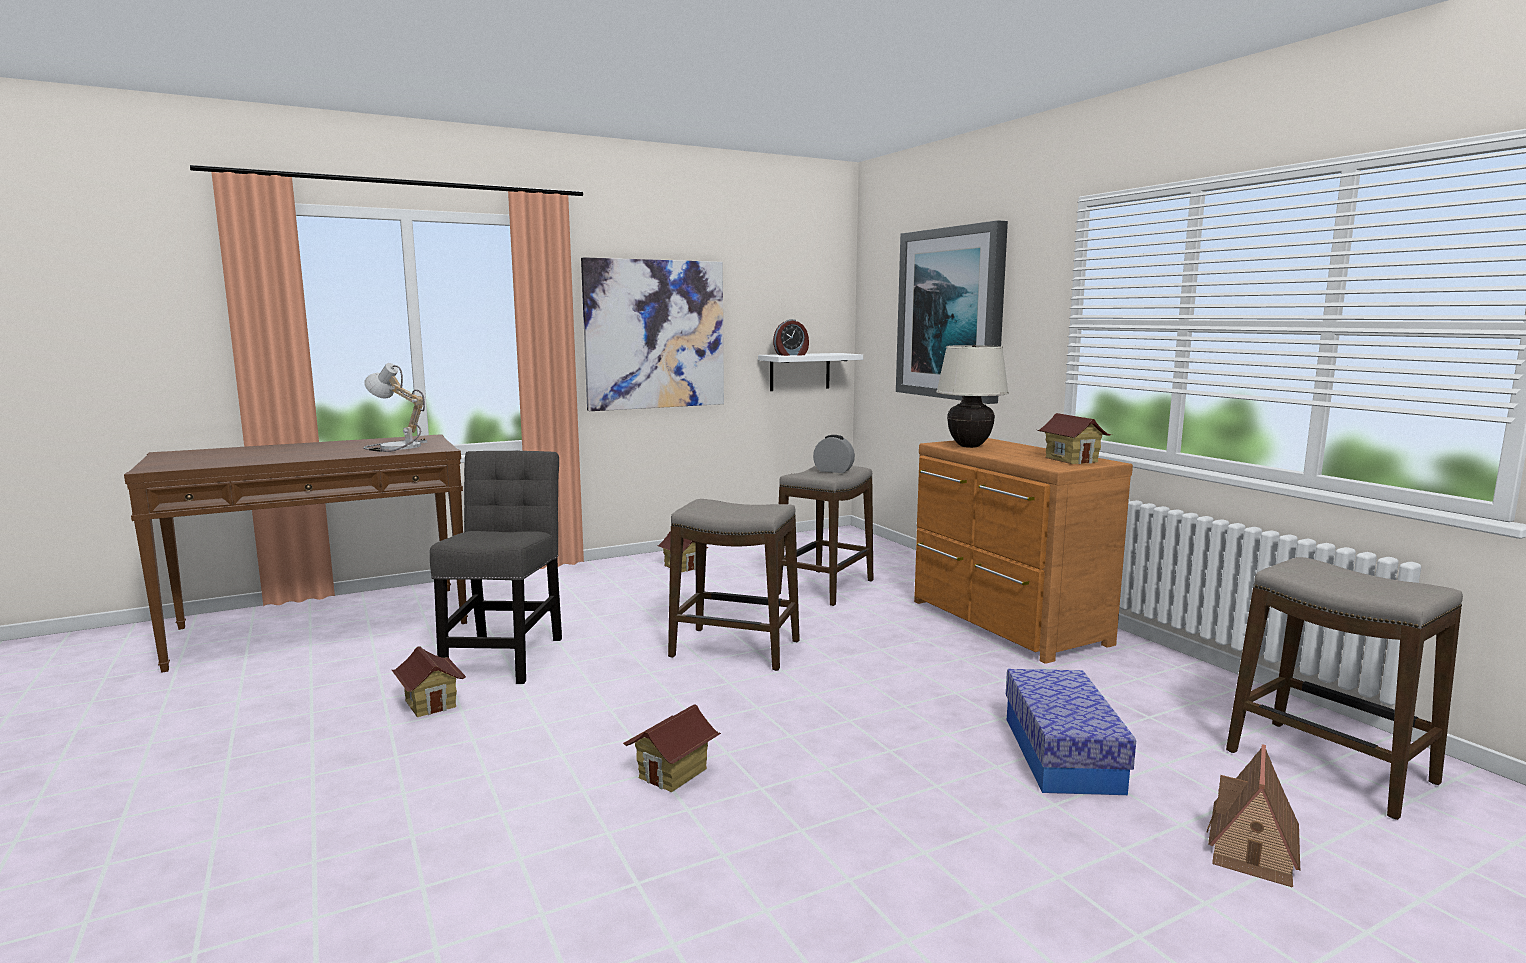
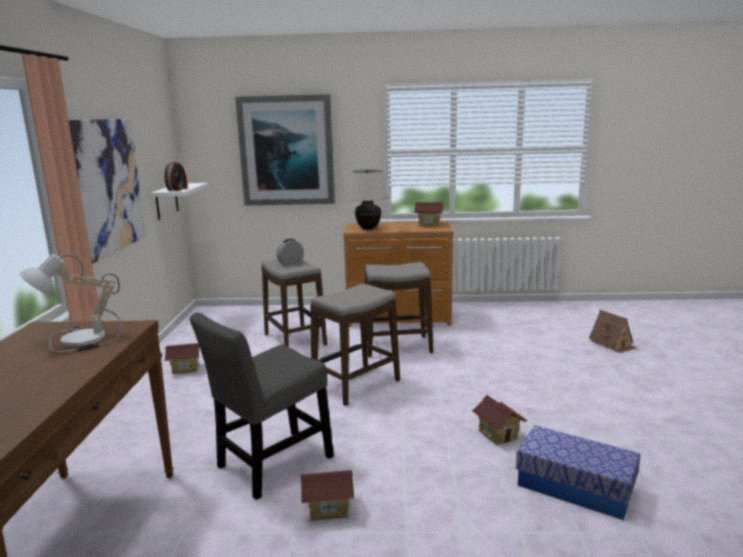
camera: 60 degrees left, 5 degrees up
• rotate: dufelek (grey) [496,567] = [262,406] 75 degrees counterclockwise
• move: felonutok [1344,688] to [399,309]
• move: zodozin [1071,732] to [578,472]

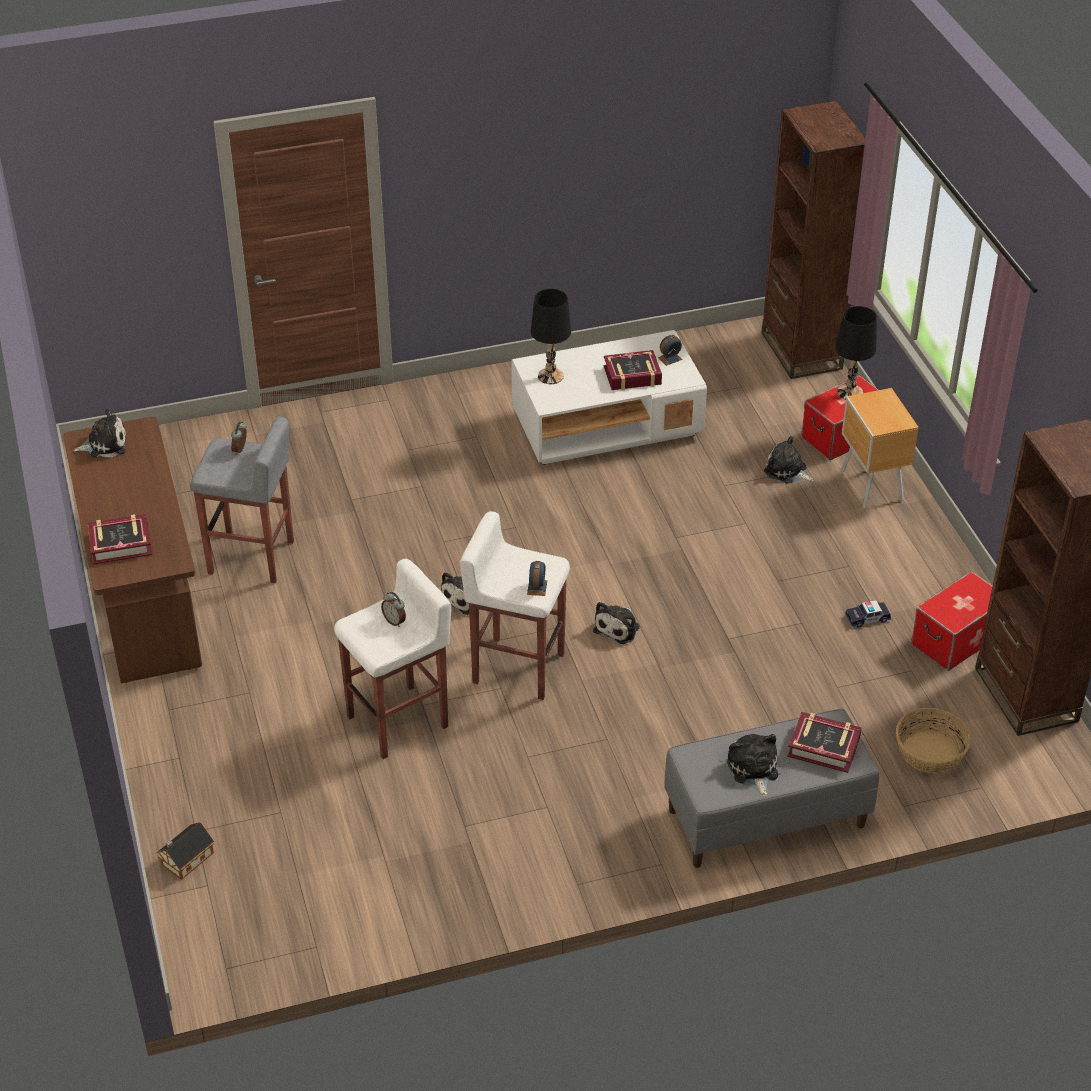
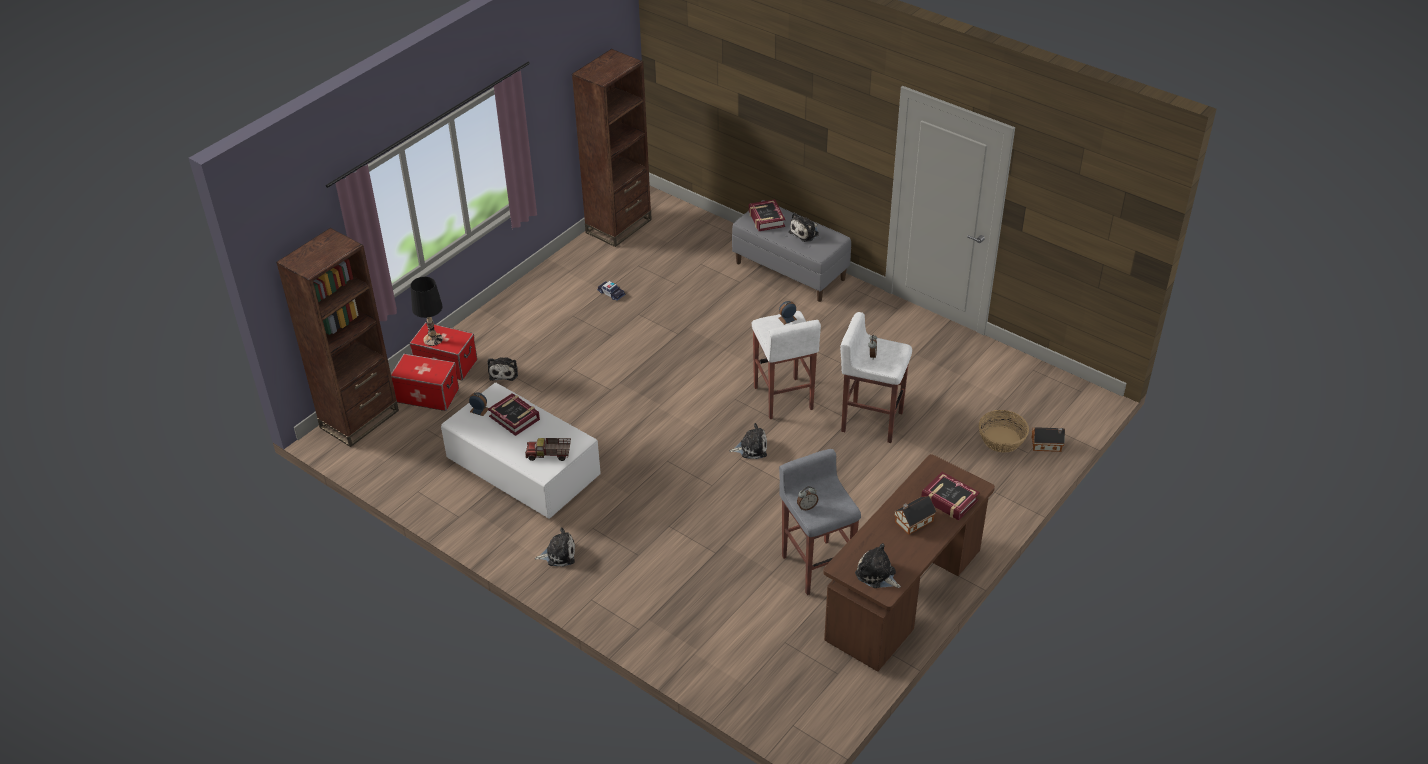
camera: 125 degrees left, 0 degrees up
• move: zodozin [952,621] to [425,382]
• replace: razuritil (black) [551,336] to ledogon [548,449]
• move: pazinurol [616,623] to [555,547]
• insert: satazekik [915,515]
• move: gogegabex [933,740] to [1004,431]
• delete: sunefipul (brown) [879,448]

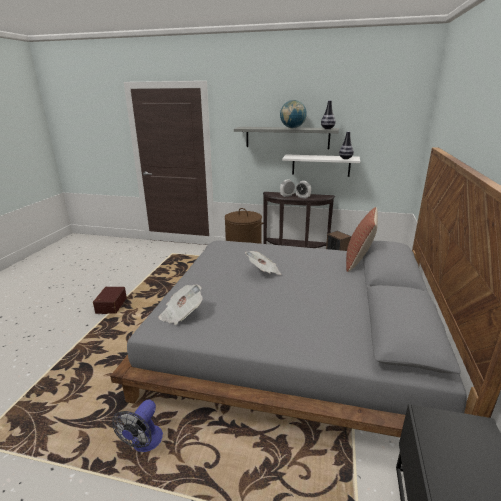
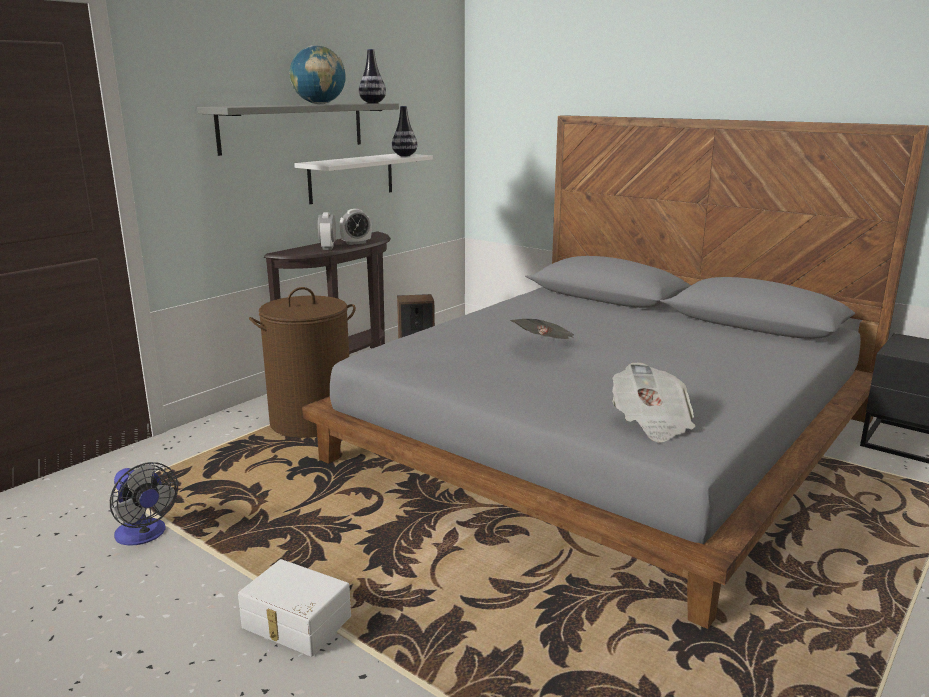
camera: 65 degrees left, 5 degrees down
• move: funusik [137,425] to [144,503]
• recolor: zodozin (brown) [110,300] to zodozin (white) [294,608]
• delete: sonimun [362,239]

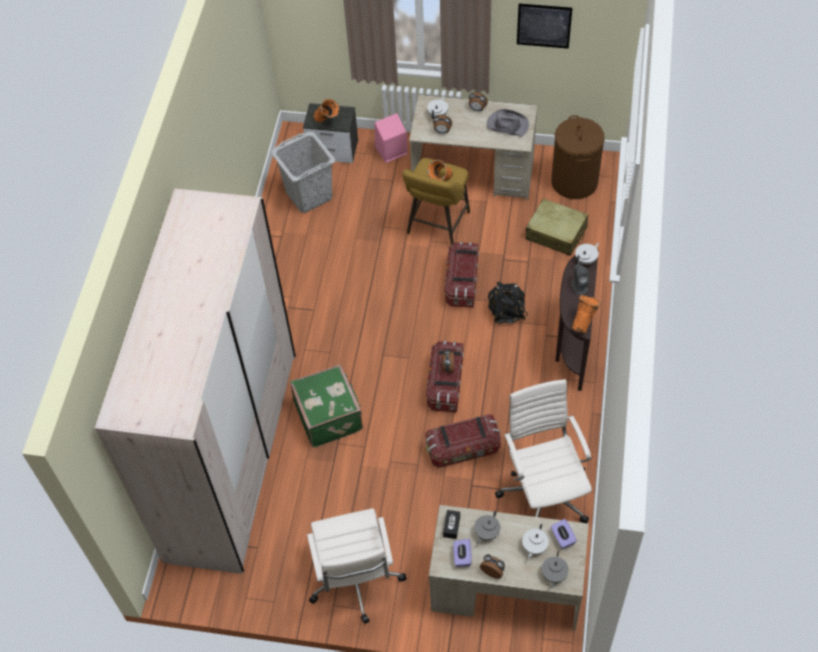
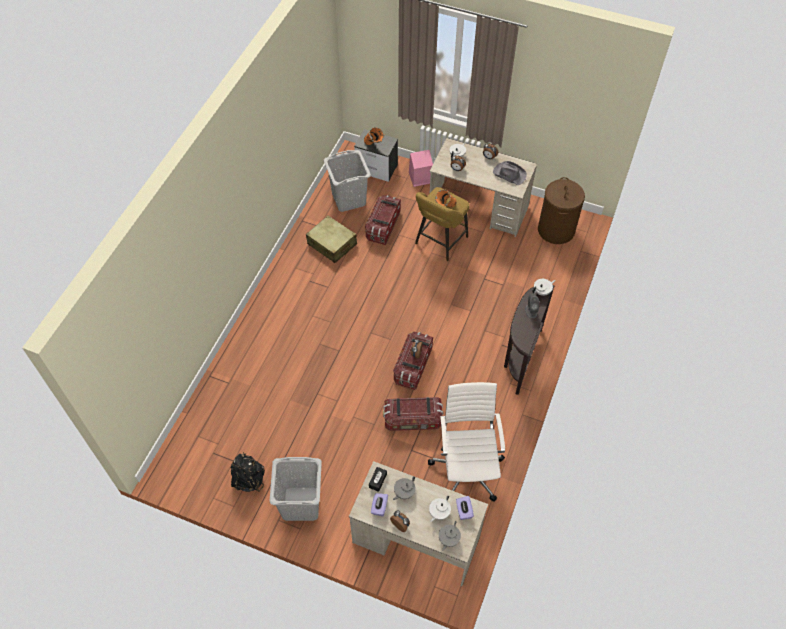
camera: 10 degrees right, 0 degrees up
• move: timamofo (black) [508,302] to [247,472]
• replace: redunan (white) [357,566] to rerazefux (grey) [296,489]
• move: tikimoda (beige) [557,227] to [331,239]
• move: zodozin [461,275] to [383,220]
• delete: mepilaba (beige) [195,381]
• delete: tikimoda (green) [326,406]
• delete: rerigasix [544,26]
• delete: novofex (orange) [586,314]

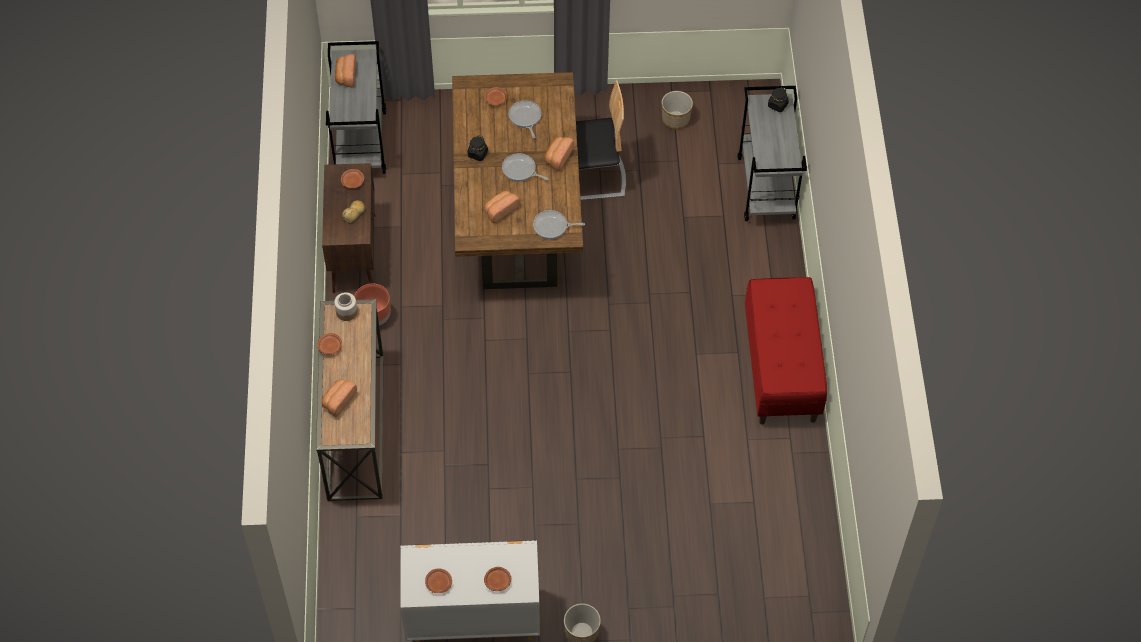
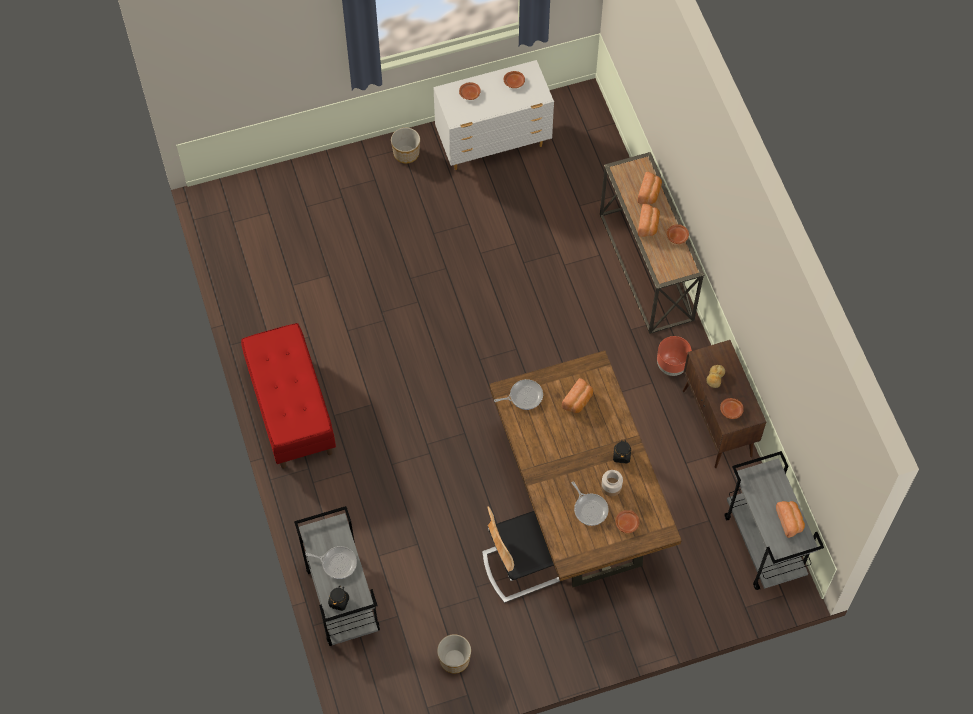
camera: 165 degrees right, 5 degrees up
• move: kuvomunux [525,167] to [331,562]
• move: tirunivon [346,306] to [612,483]
• move: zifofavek [559,154] to [649,220]

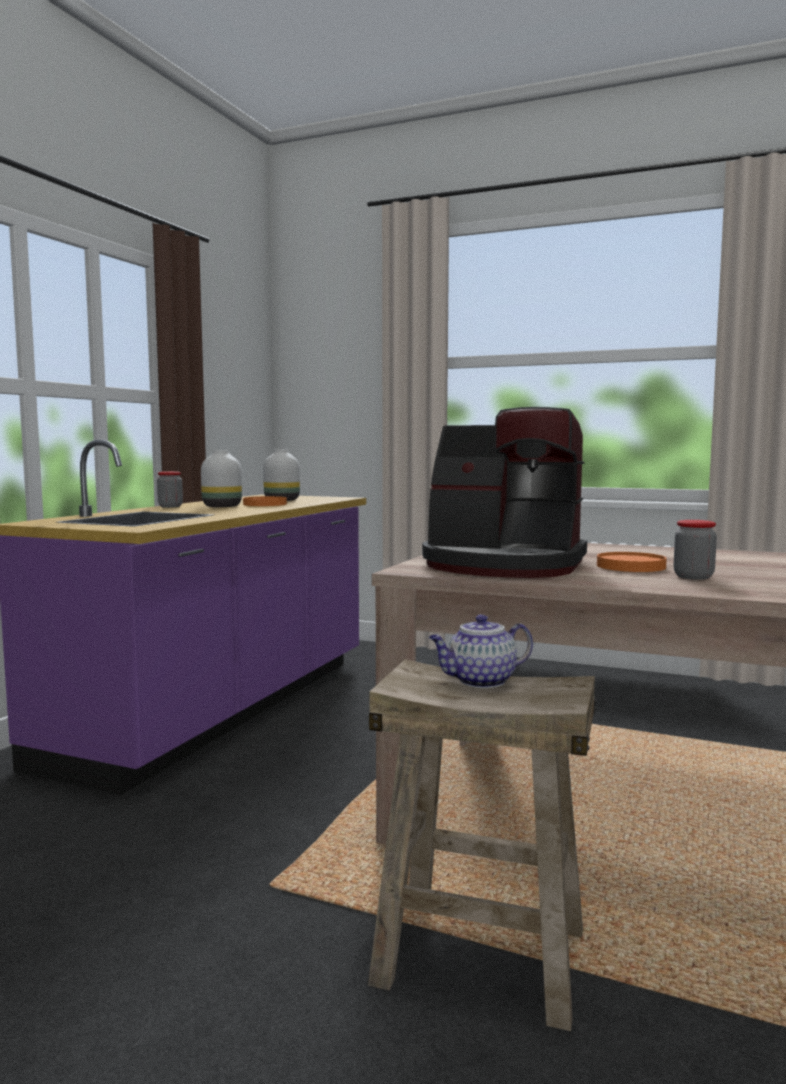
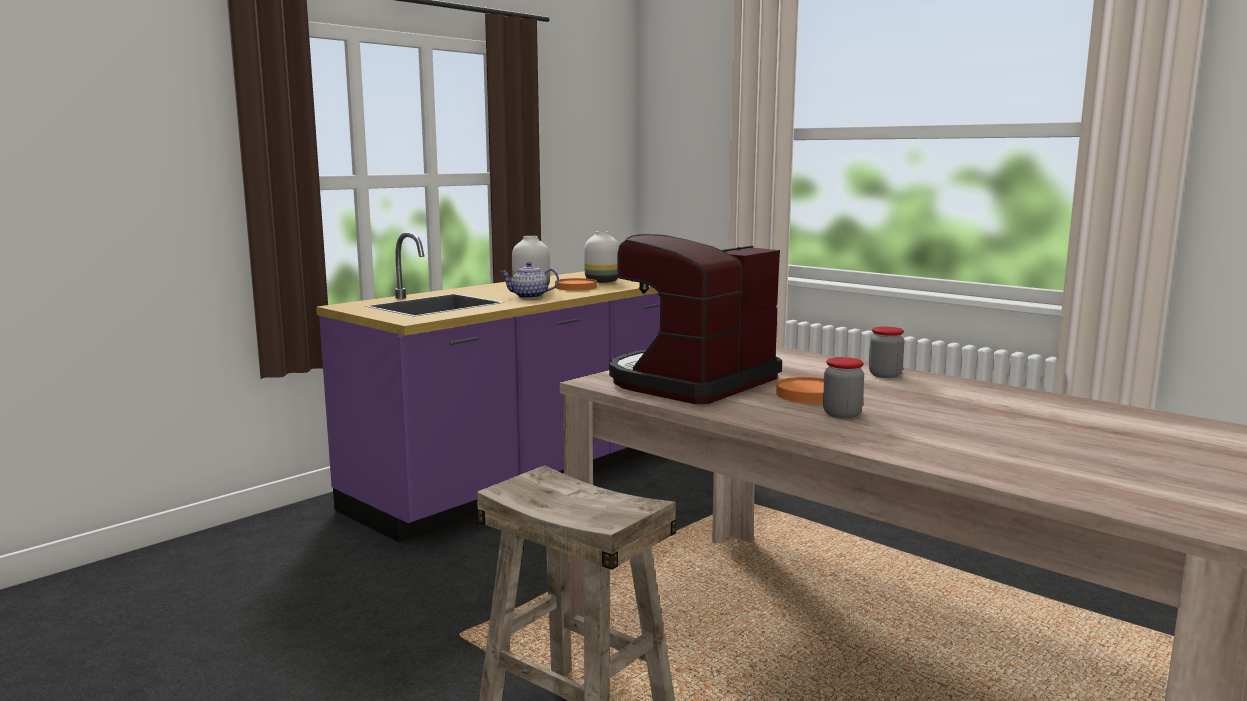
camera: 20 degrees right, 5 degrees up
• move: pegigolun [481,651] to [529,280]
• rotate: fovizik [504,492] = [695,319] 90 degrees clockwise
• move: tirunivon [170,489] to [887,352]

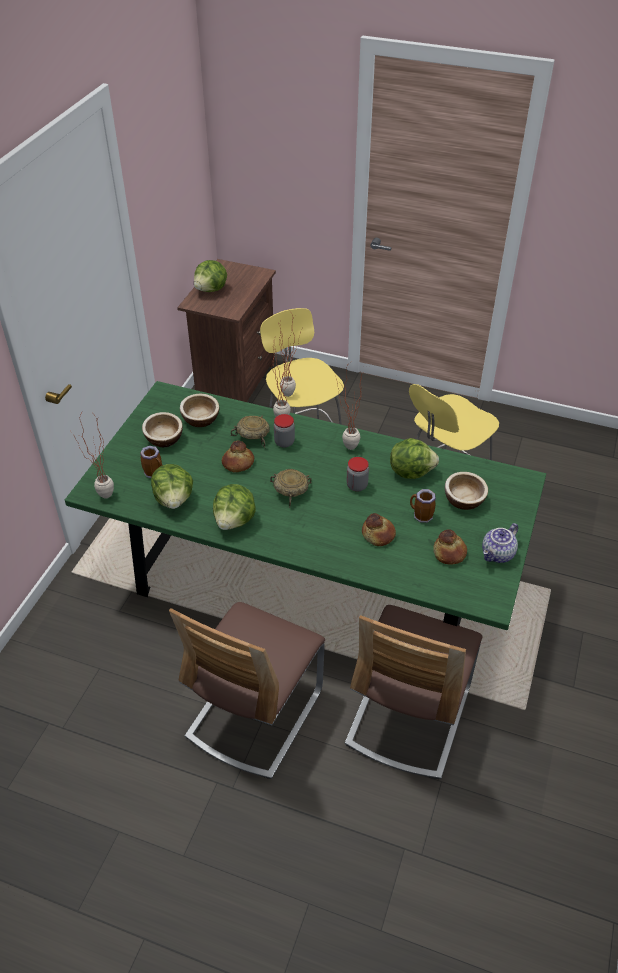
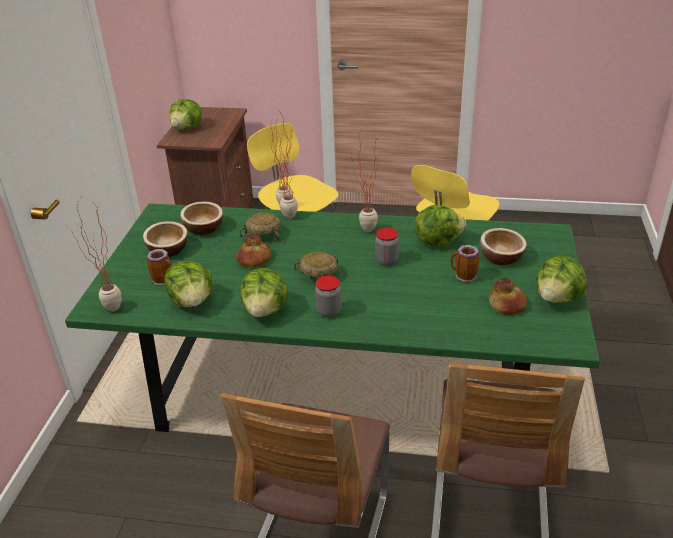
camera: 10 degrees left, 10 degrees down
• move: tirunivon [284,431] to [328,296]
• replace: pegigolun [500,543] to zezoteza [562,279]
• delete: zifofavek [379,529]

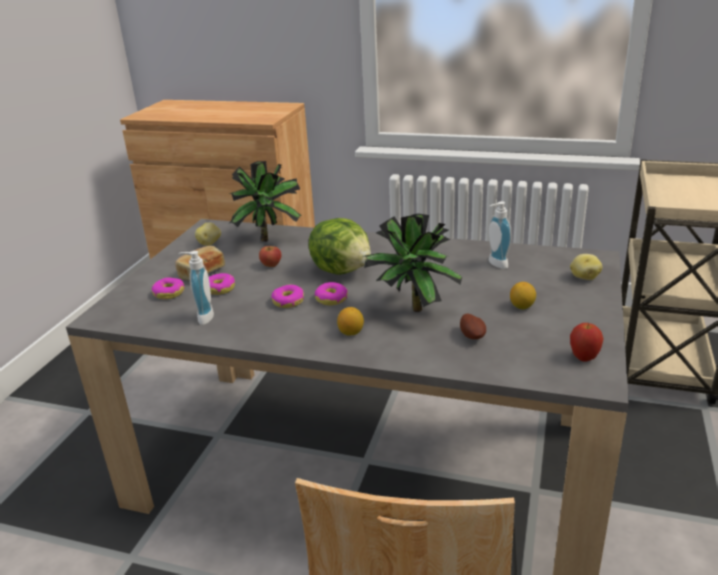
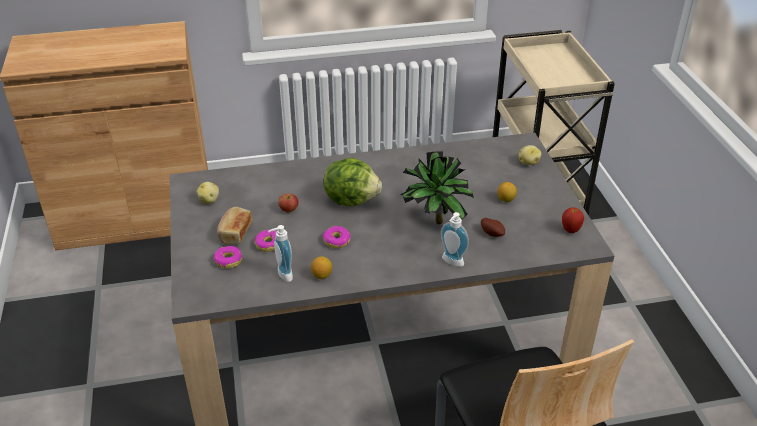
camera: 30 degrees left, 10 degrees up
• move: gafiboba [350,321] to [321,267]
• move: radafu [500,235] to [455,239]
• delete: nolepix [265,201]
• delete: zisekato [331,293]

